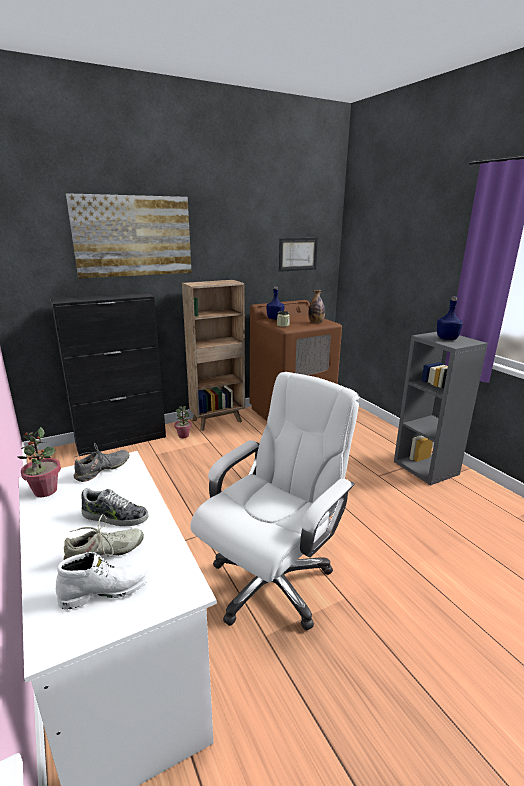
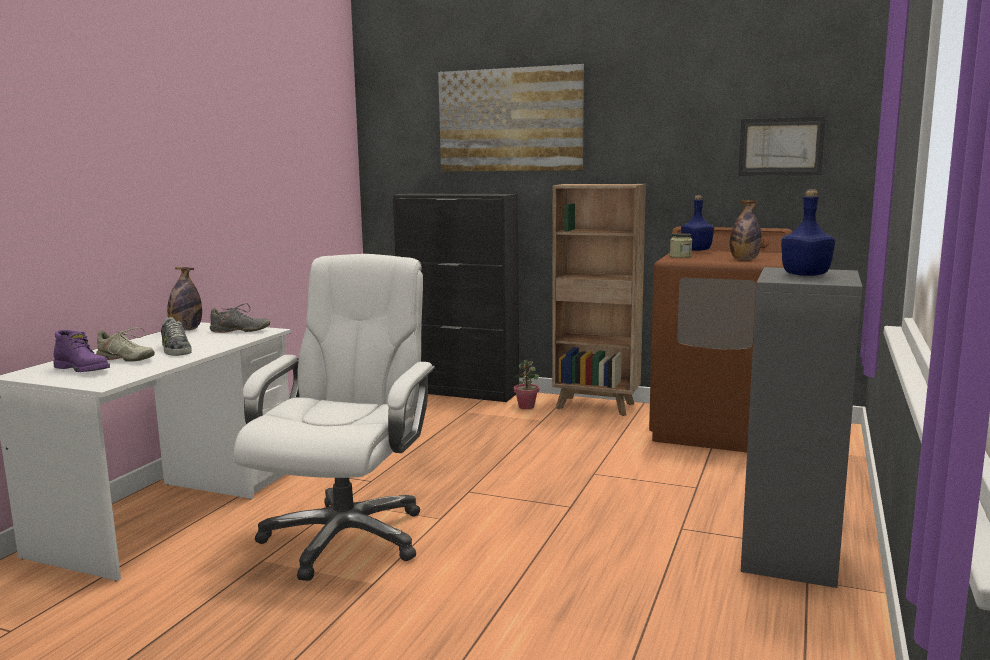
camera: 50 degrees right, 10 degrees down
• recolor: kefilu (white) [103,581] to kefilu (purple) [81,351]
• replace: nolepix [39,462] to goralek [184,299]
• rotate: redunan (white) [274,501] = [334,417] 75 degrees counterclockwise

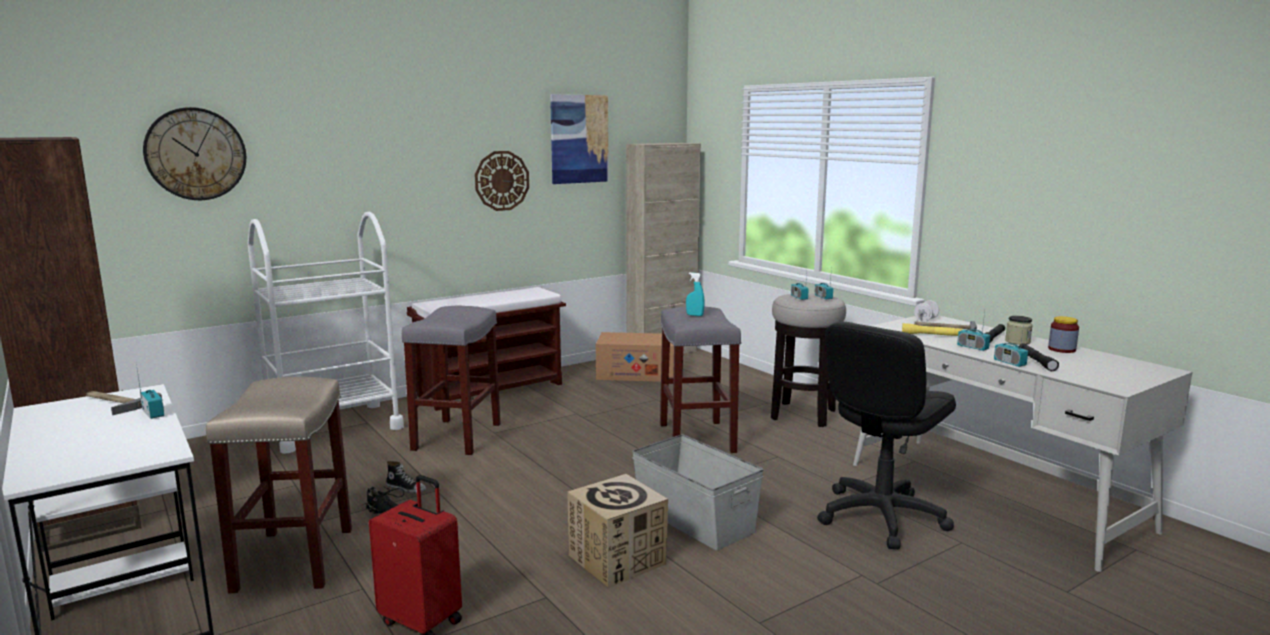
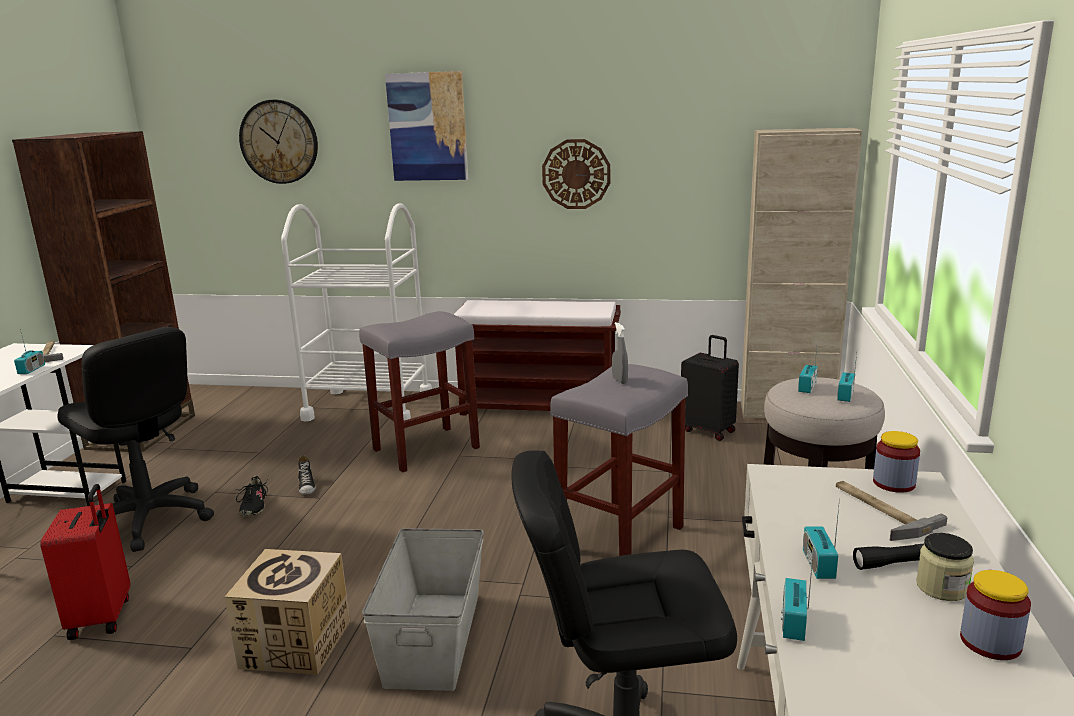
camera: 45 degrees right, 5 degrees up
• replace: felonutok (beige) [279,485] to redunan (black) [135,439]
• move: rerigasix [579,139] to [426,126]
• recolor: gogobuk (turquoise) [695,294] to gogobuk (grey) [620,353]
• replace: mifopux [635,357] to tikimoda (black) [710,388]
• replace: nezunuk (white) [926,310] to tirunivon [896,462]
• delete: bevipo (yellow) [932,329]
• delete: bevipo (black) [1039,357]

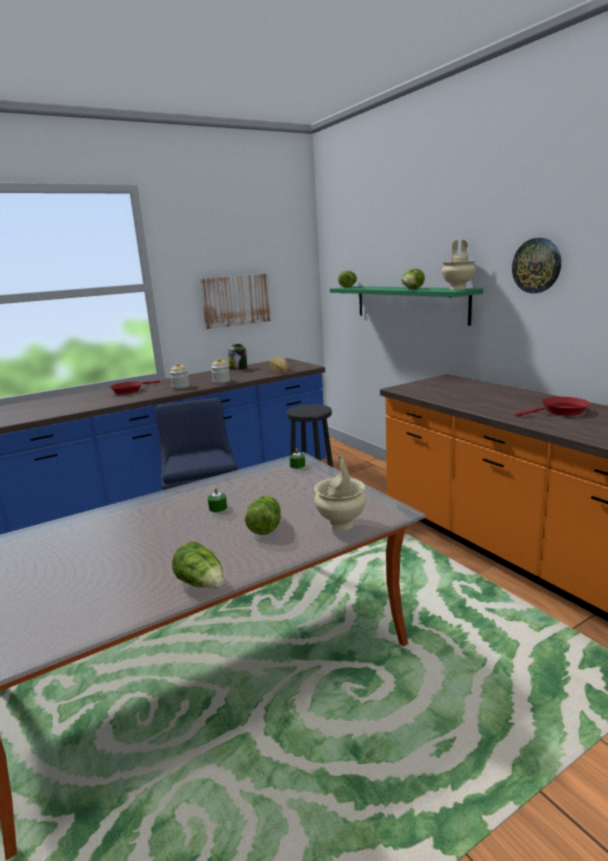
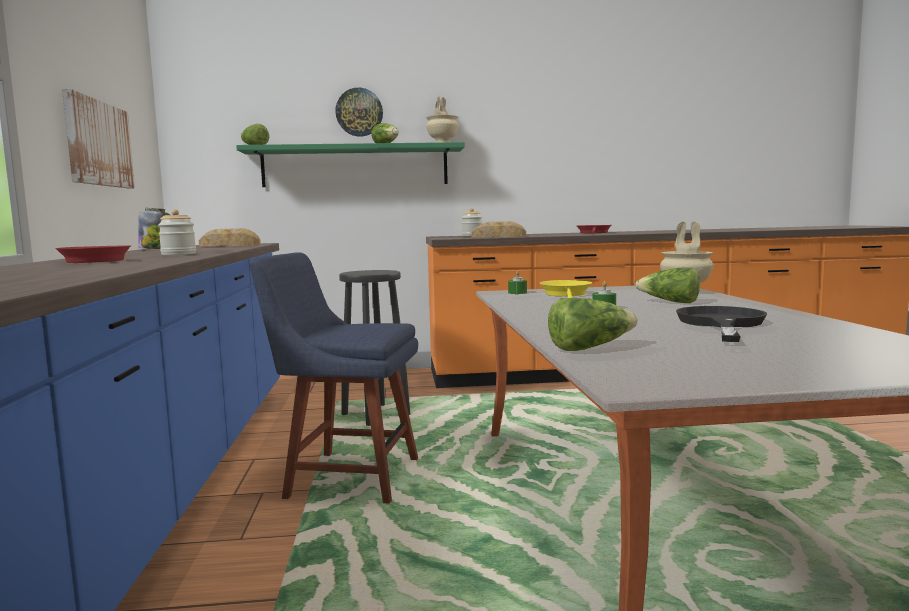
camera: 65 degrees left, 10 degrees down
• move: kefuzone [536,265] to [359,112]
• move: tirunivon [220,371] to [472,222]
• insert: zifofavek [498,229]
• insert: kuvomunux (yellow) [566,289]
• move: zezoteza [198,565] to [593,324]
• insert: kuvomunux (black) [721,324]

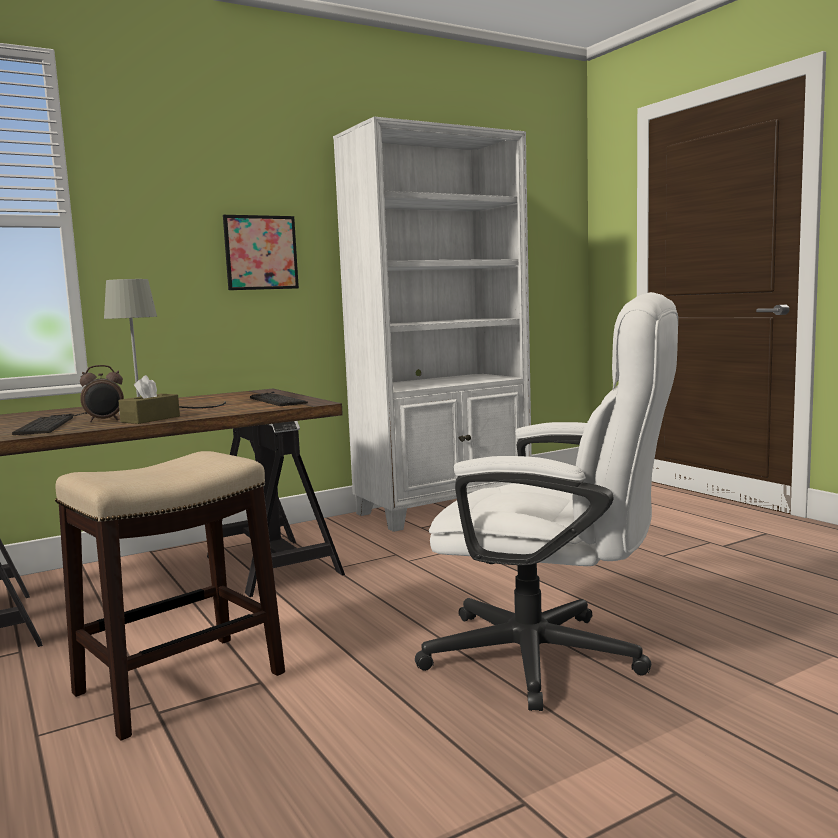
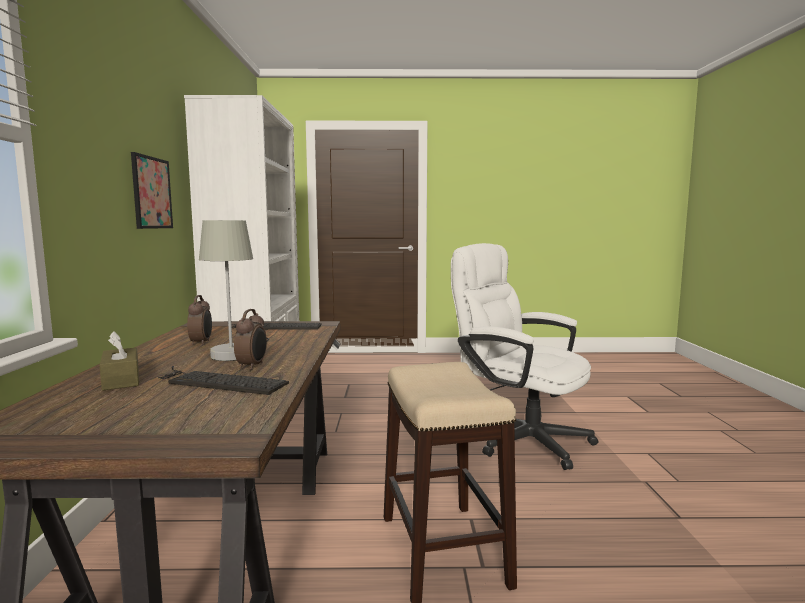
camera: 60 degrees left, 0 degrees up
• move: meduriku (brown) [149,399] to [119,360]
• insert: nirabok [199,320]
• rotate: redunan (white) [546,501] = [525,356] 105 degrees counterclockwise

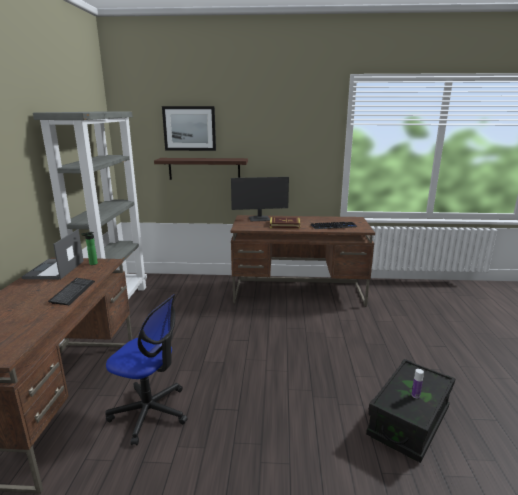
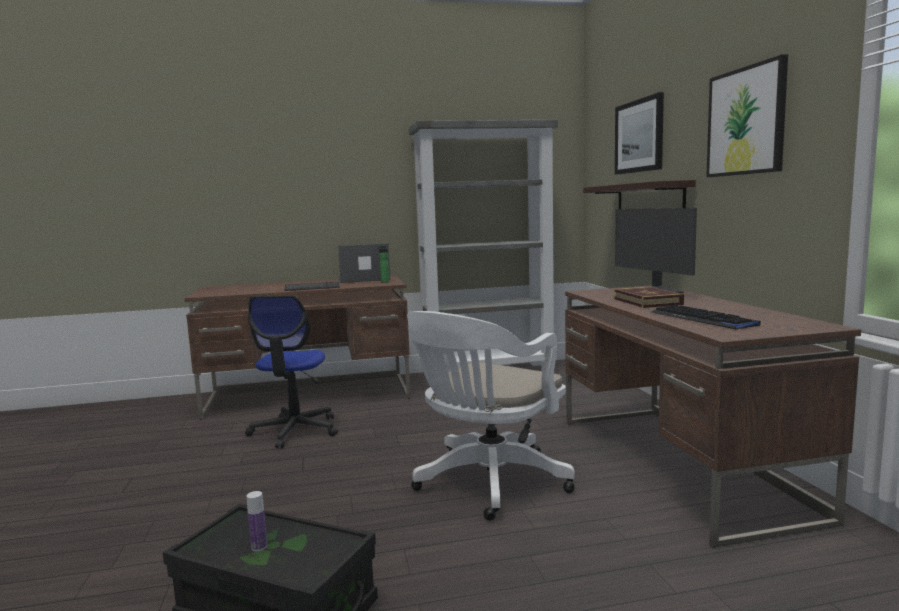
camera: 75 degrees right, 10 degrees down
• insert: redunan (white) [491,416]
• insert: rerigasix [747,115]

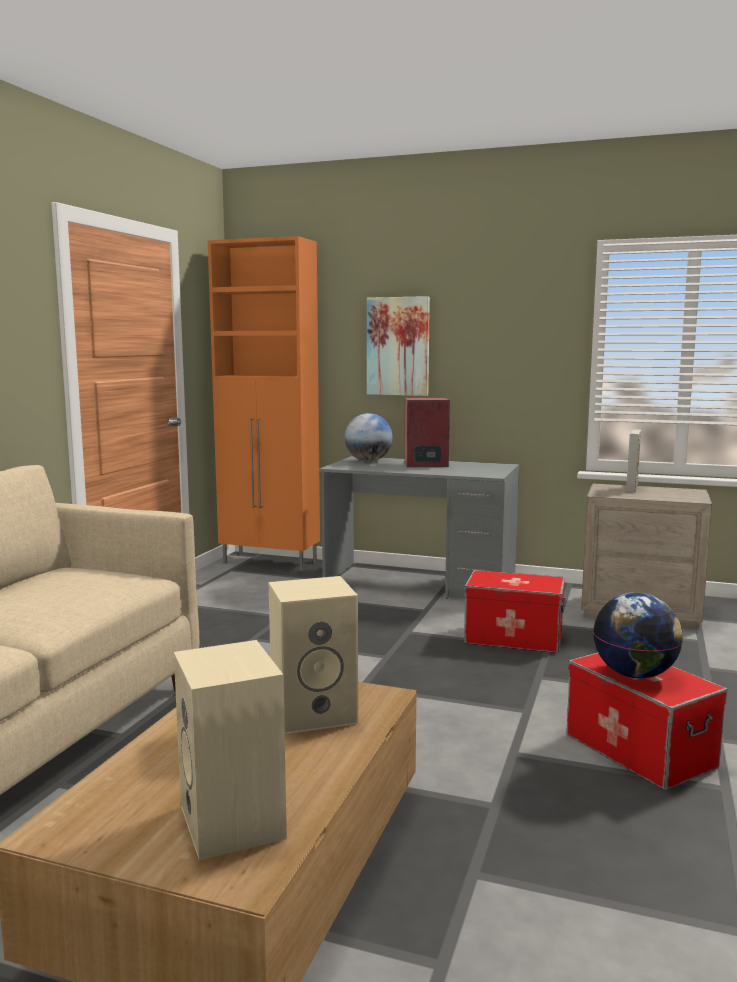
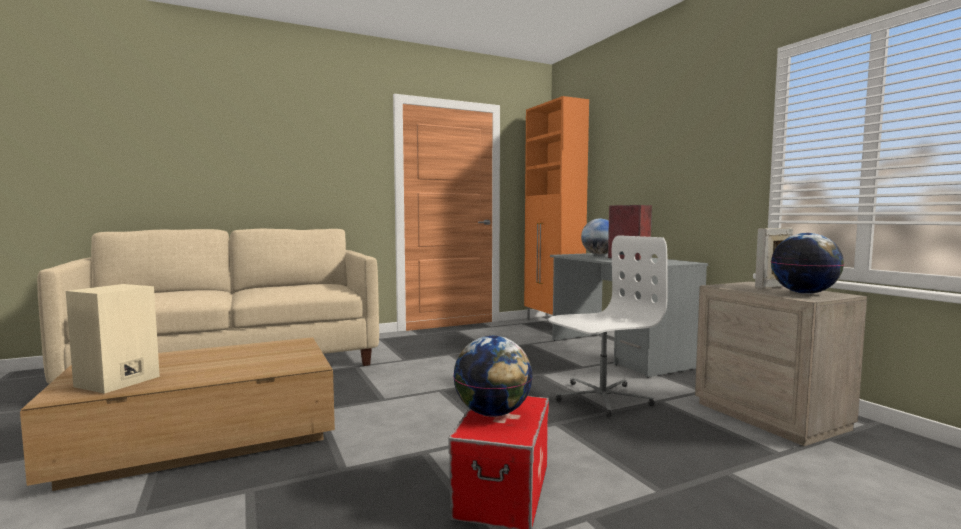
camera: 45 degrees right, 5 degrees down
• replace: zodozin [514,611] to redunan (white) [608,326]
• insert: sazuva [807,263]
• delete: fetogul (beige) [313,655]
• delete: rerigasix [398,346]

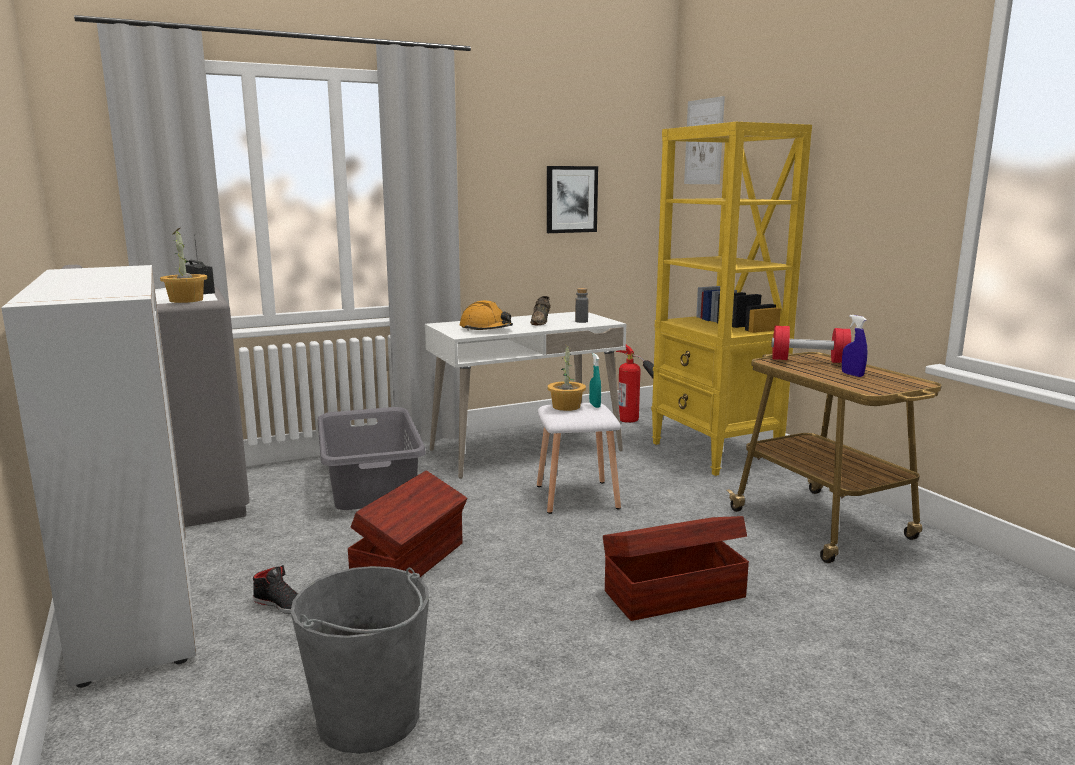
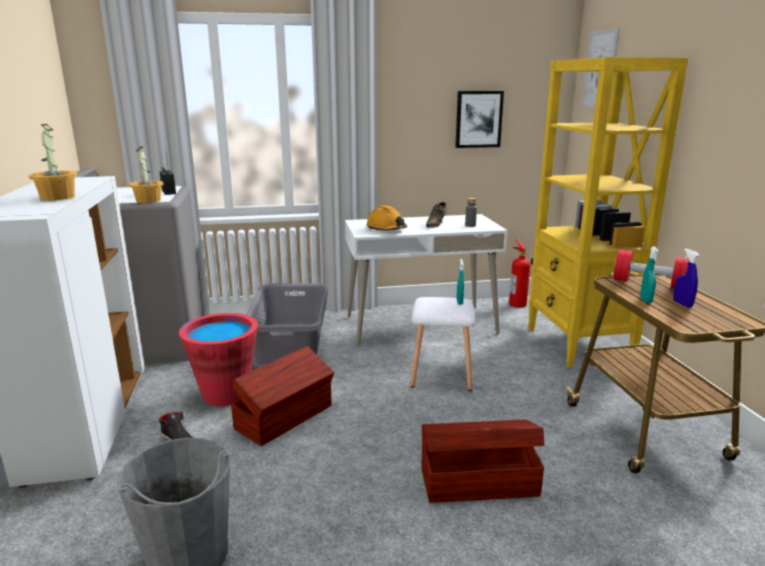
camera: 15 degrees right, 5 degrees up
• move: nolepix [567,378] to [53,162]
• insert: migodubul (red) [218,359]
• insert: gogobuk (turquoise) [649,275]

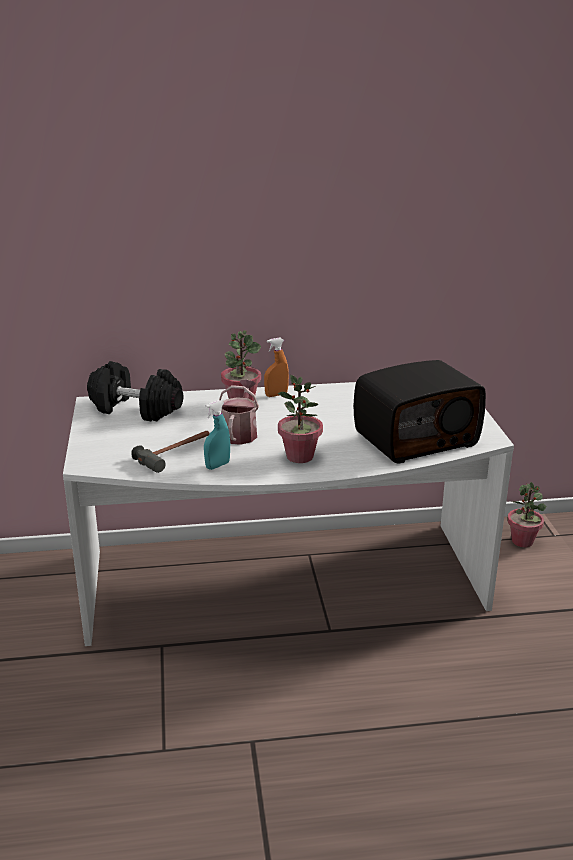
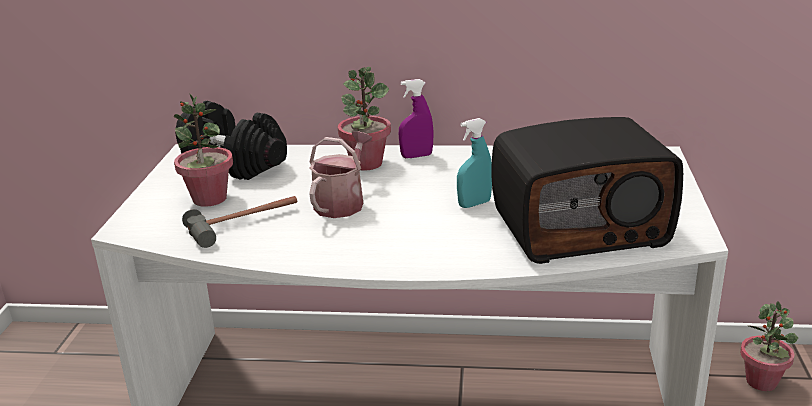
camera: 15 degrees right, 0 degrees up
• move: nolepix [300,419] to [203,150]
• recolor: gogobuk (orange) [276,367] to gogobuk (purple) [416,118]
• move: gogobuk (turquoise) [217,435] to [474,163]

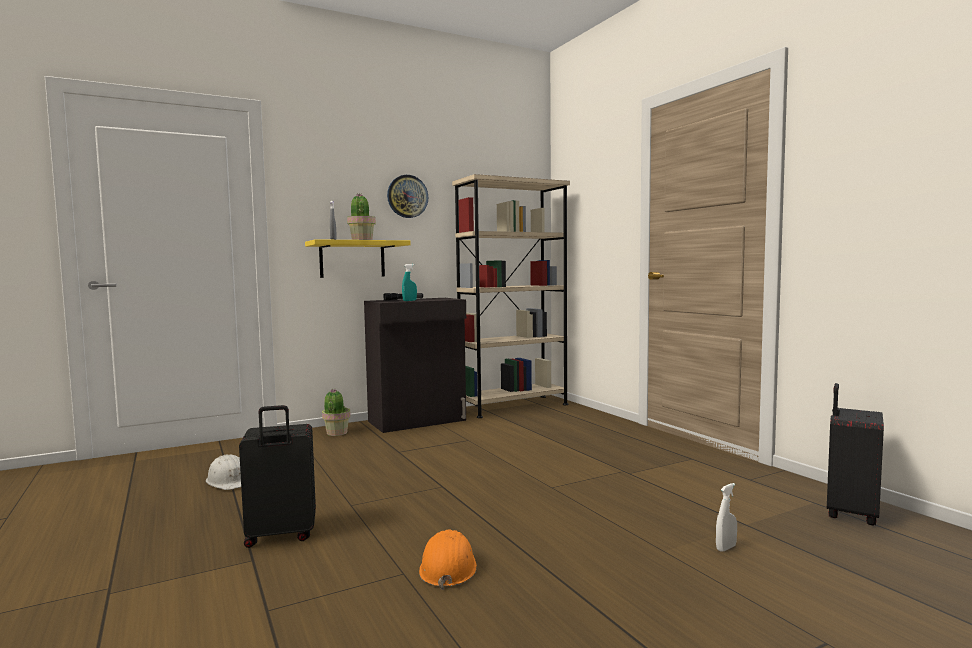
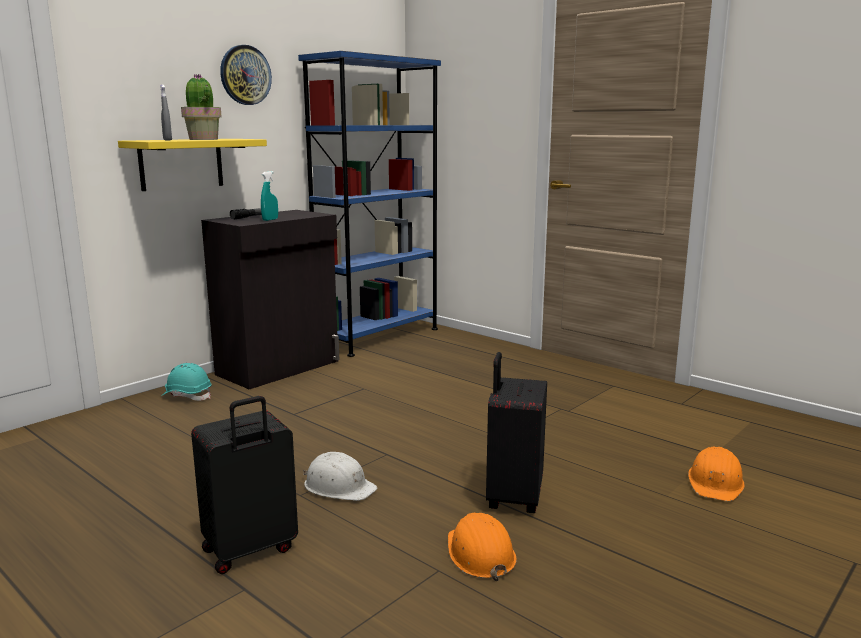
camera: 20 degrees left, 10 degrees up
• replace: nolepix [336,412] to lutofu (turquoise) [186,382]
• recolor: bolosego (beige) [511,296] to bolosego (blue) [369,204]
• move: lutofu (white) [223,472] to [340,476]
• move: tikimoda (black) [855,454] to [516,432]
• replace: gogobuk (white) [726,517] to lutofu (orange) [716,473]

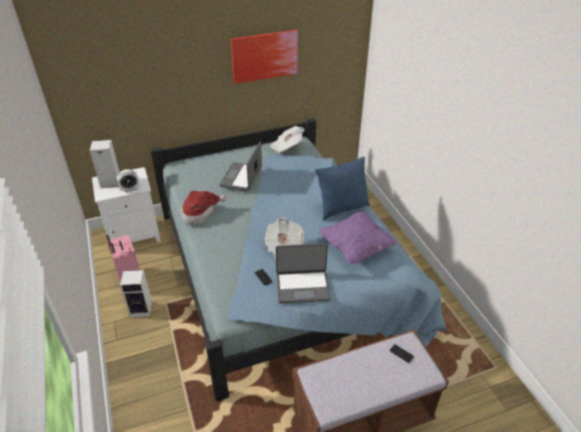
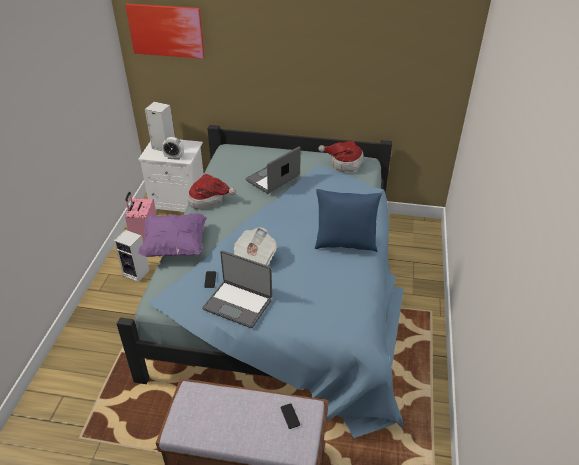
camera: 30 degrees right, 0 degrees up
• move: rerigasix [264,57] to [165,31]
• move: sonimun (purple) [358,238] to [172,235]
• replace: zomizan [287,139] to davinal [341,156]

